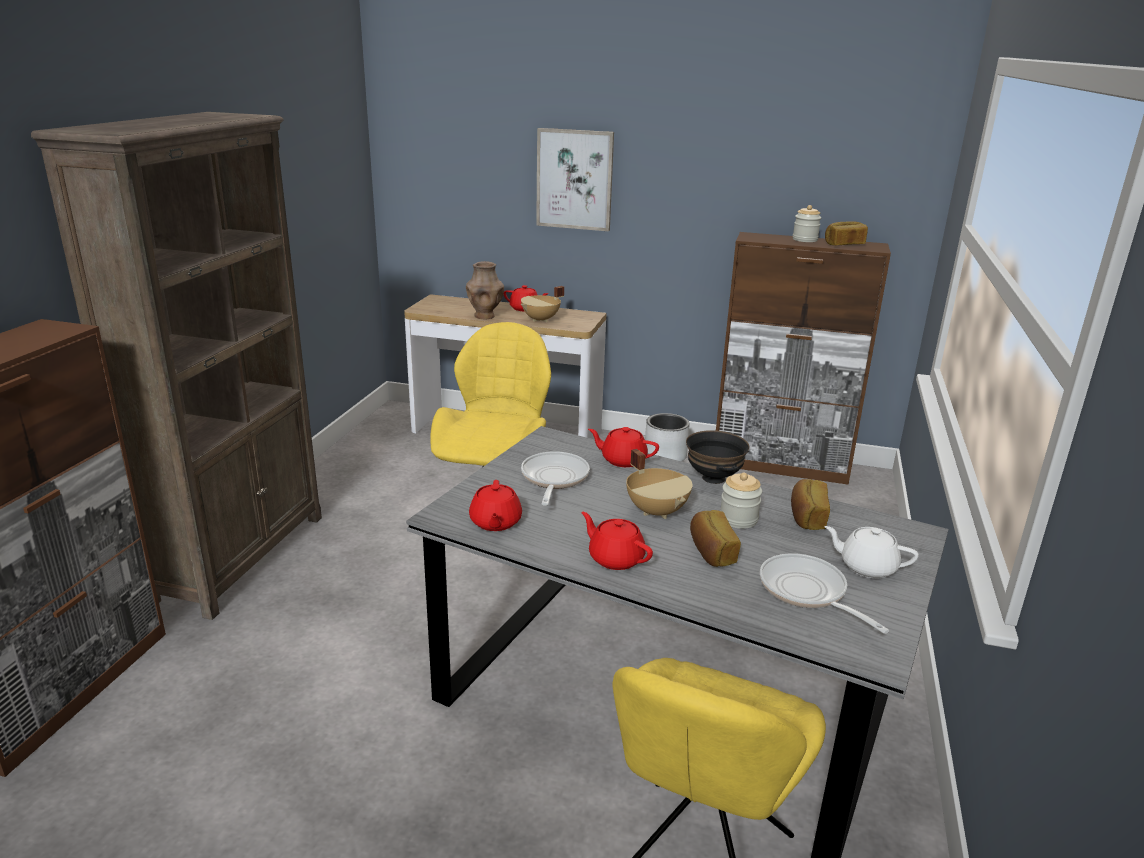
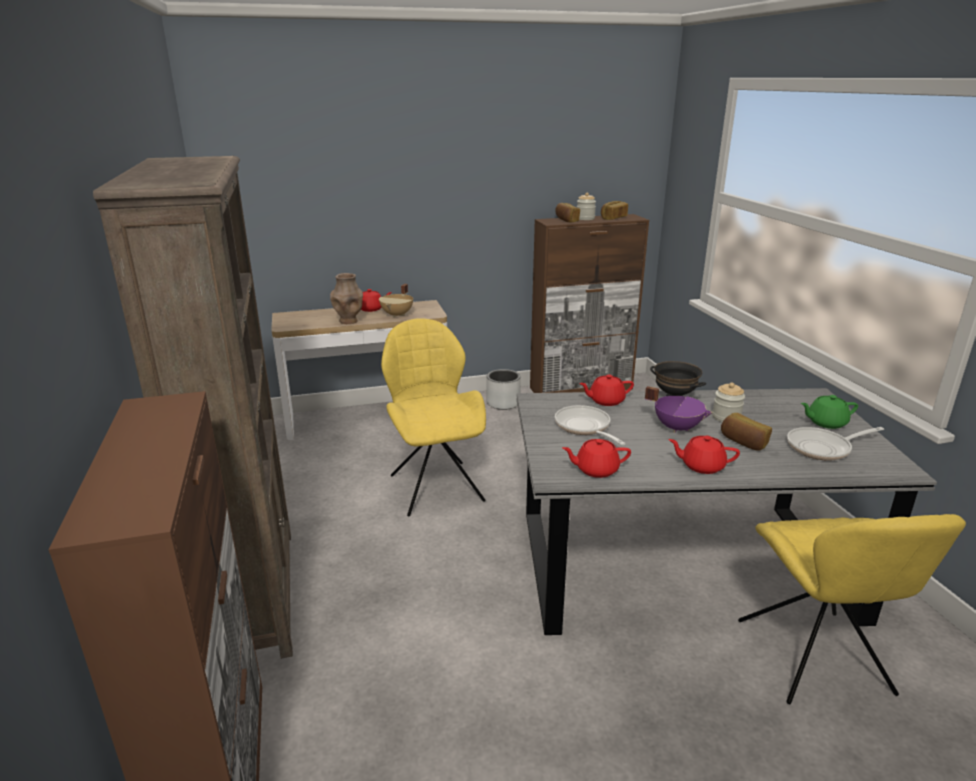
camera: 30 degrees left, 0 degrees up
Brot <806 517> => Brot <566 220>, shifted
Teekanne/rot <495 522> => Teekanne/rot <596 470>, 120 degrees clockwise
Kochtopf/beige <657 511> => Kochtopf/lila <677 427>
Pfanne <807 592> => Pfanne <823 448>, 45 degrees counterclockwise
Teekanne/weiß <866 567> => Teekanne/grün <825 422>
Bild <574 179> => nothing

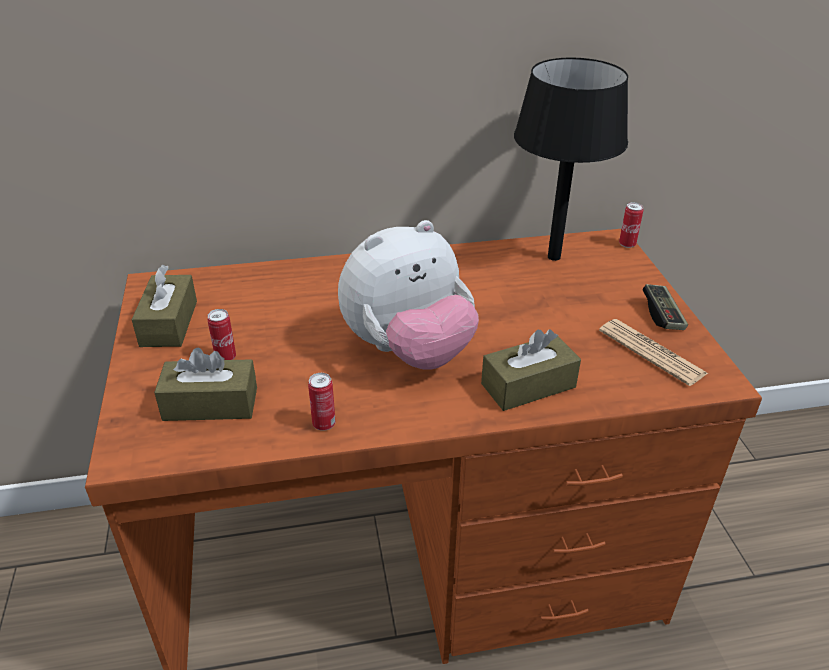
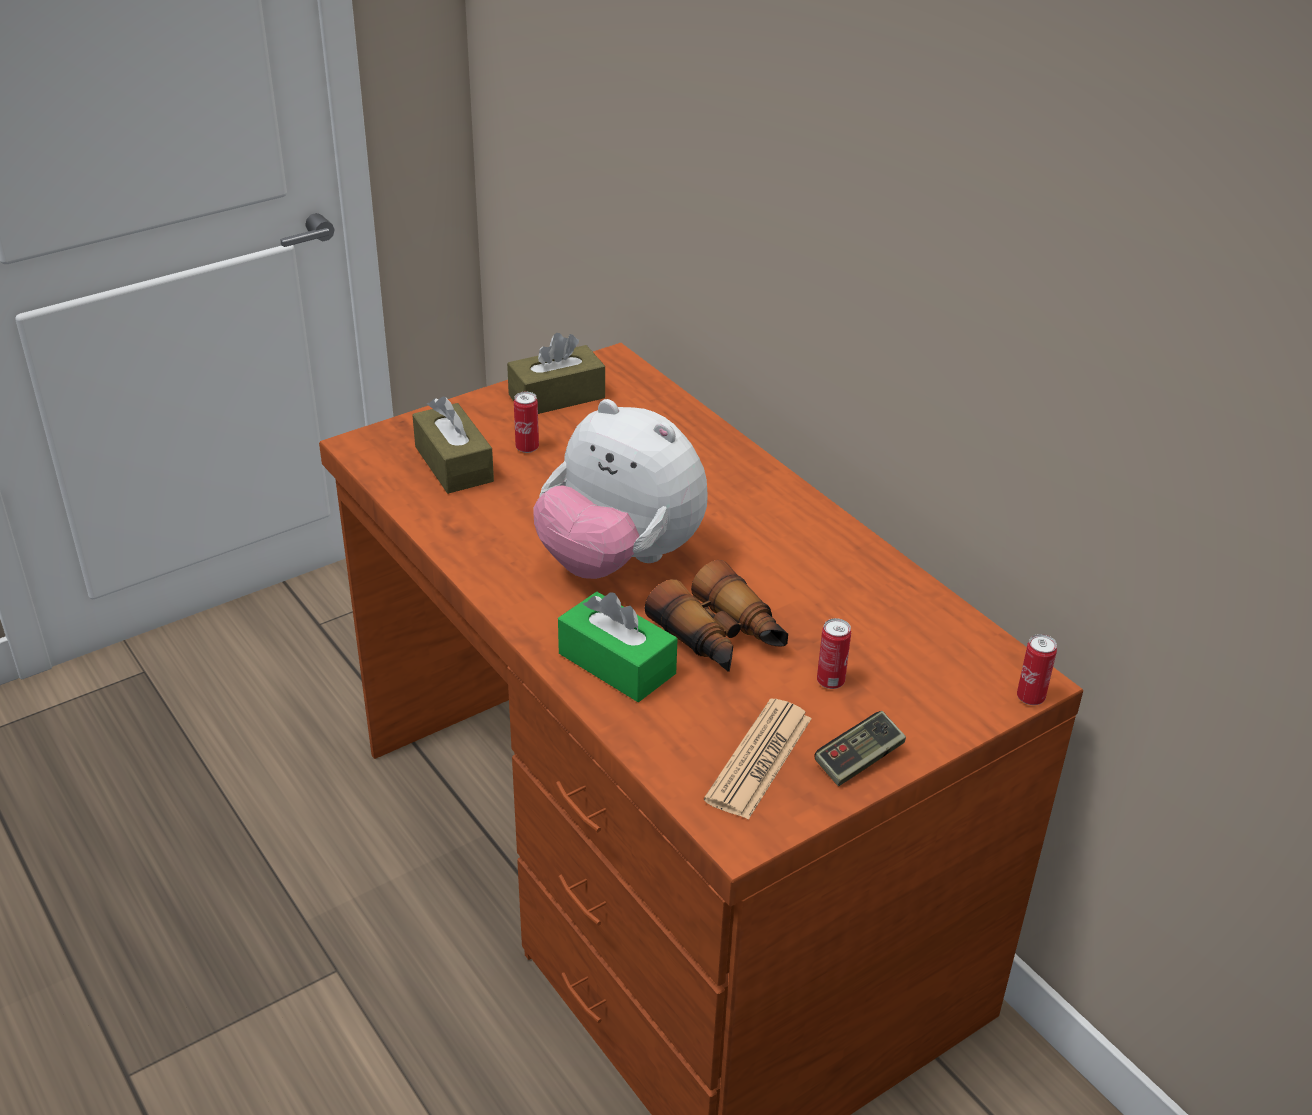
camera: 65 degrees right, 0 degrees up
Taschentuchbox/braun <528 385> => Taschentuchbox/grün <617 663>
nothing => Fernglas <720 638>
Dose <324 424> => Dose <830 681>, shifted
Tischlampe/schwarz <554 257> => nothing

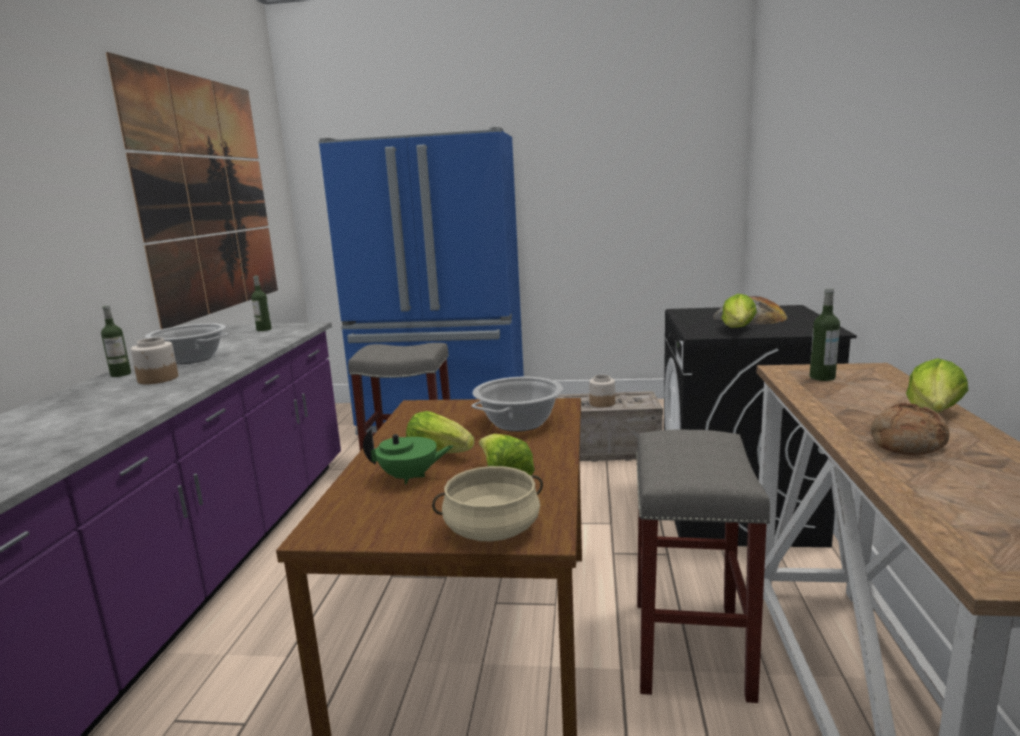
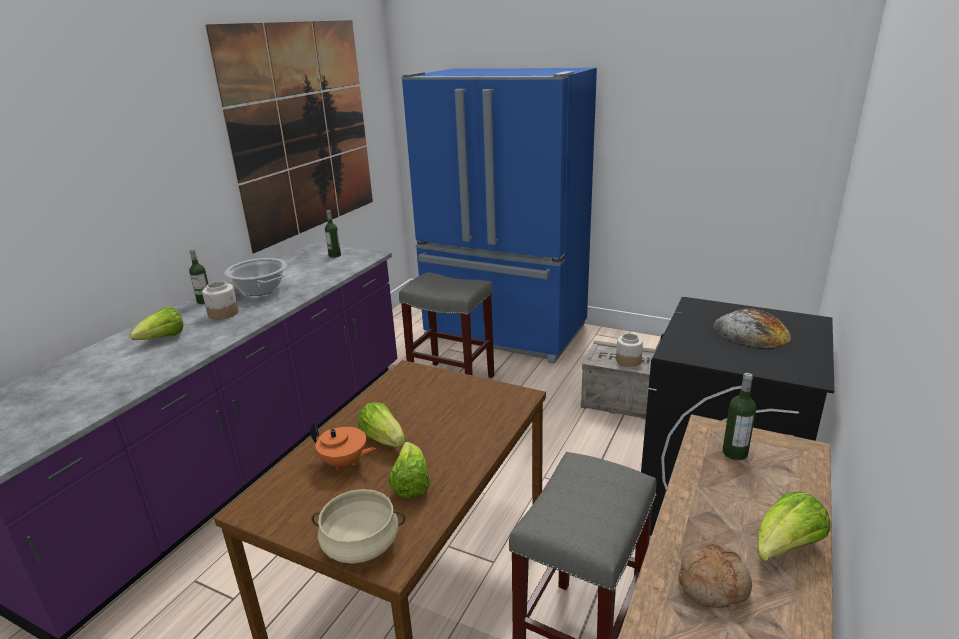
camera: 20 degrees right, 10 degrees up
Salatkopf <738 330> => Salatkopf <163 339>, shifted
Teekanne/grün <409 477> => Teekanne/orange <344 462>
Kochtopf <519 423> => nothing

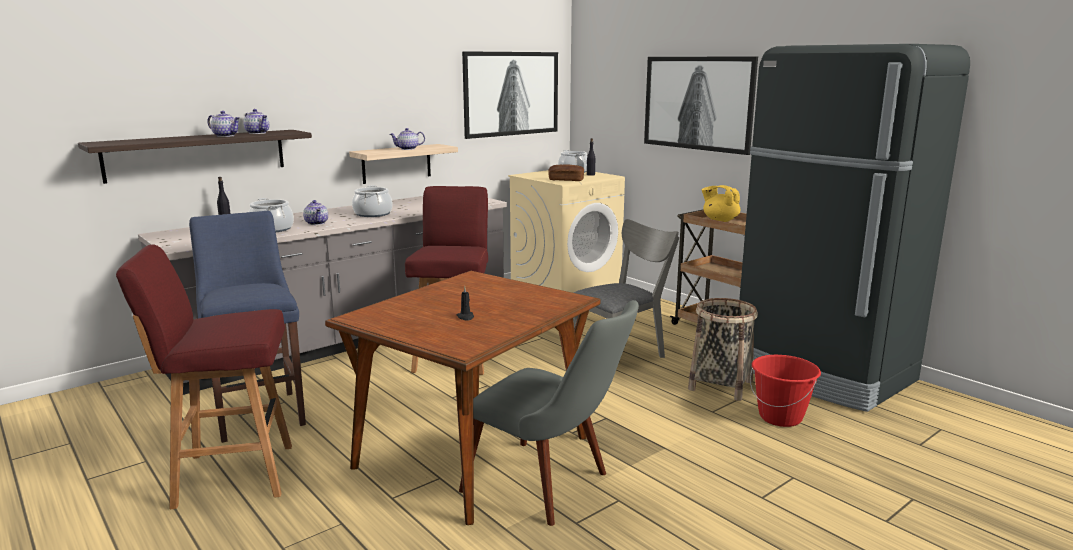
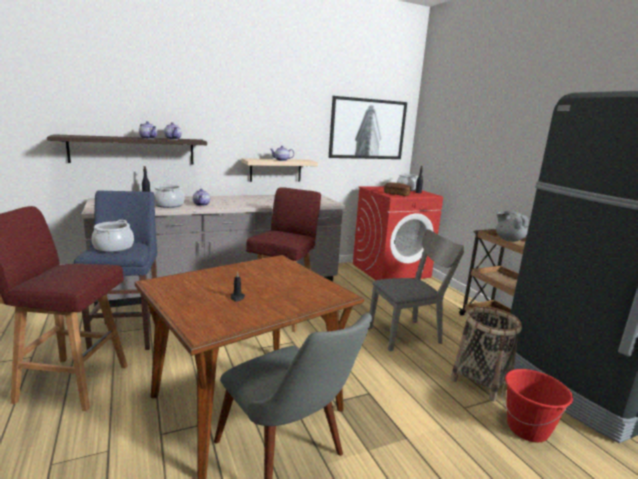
camera: 15 degrees right, 0 degrees up
Kochtopf <373 214> => Kochtopf <114 248>, shifted
Waschmaschine/beige <565 286> => Waschmaschine/rot <391 270>
Teekanne/gelb <720 220> => Teekanne/grau <509 240>
Bild <697 103> => nothing

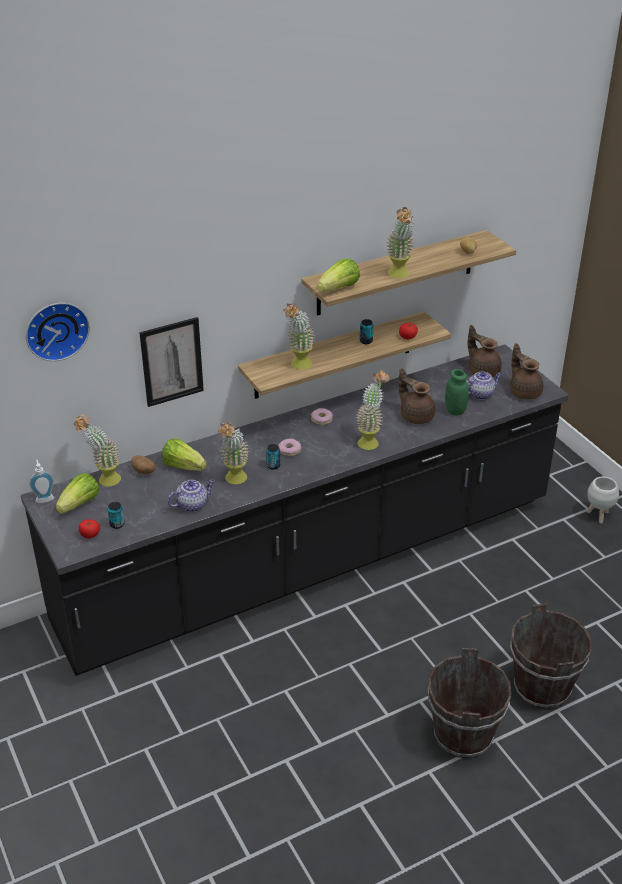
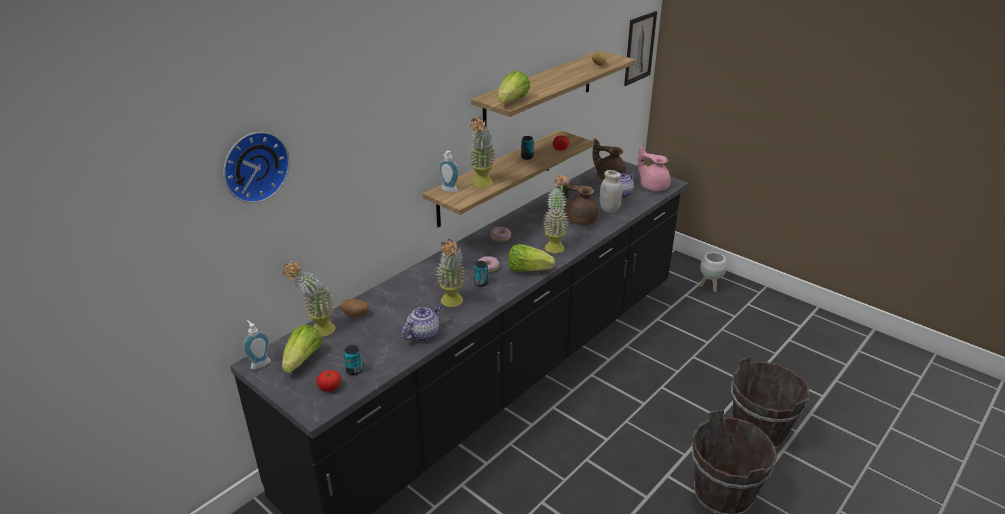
camera: 20 degrees left, 5 degrees down
nothing => Seifenspender <448 191>
Salatkopf <183 466> => Salatkopf <528 270>, shifted
Vorratsglas/grün <455 411> => Vorratsglas/weiß <609 209>
Bild <172 361> => Bild <639 48>, shifted
Teekanne/braun <524 391> => Teekanne/rosa <653 186>
Topfpflanze <399 276> => nothing

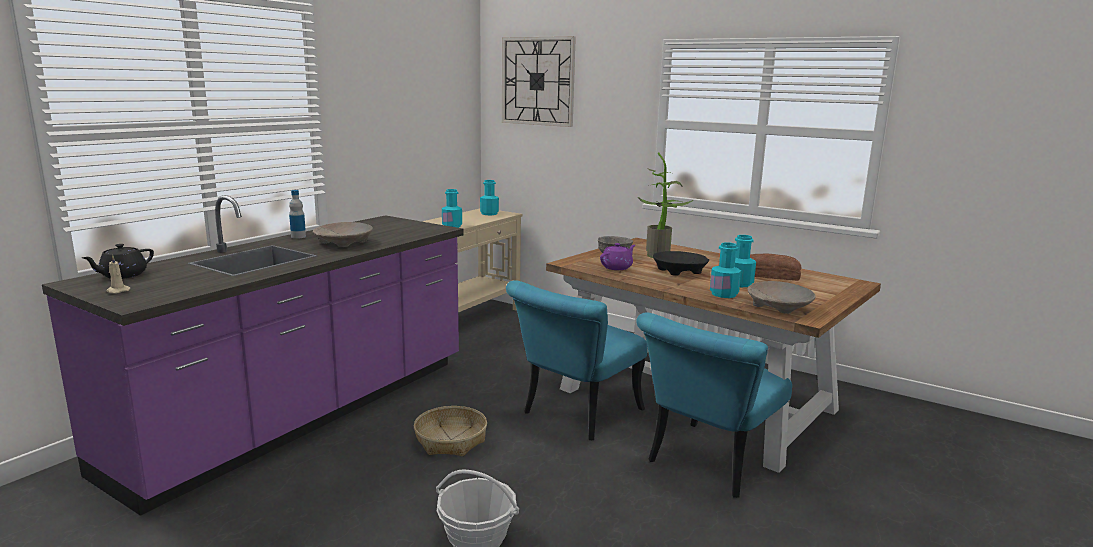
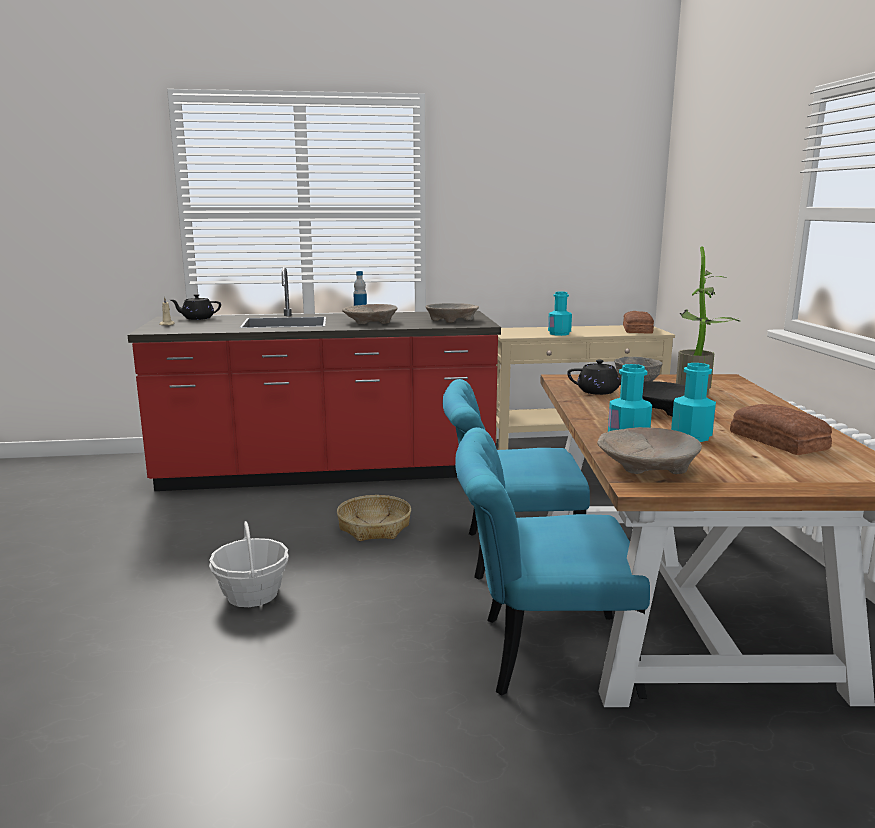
camera: 50 degrees right, 0 degrees up
Küchenzeile/lila <303 413> => Küchenzeile/rot <327 472>
nothing => Schüssel/beige <451 320>
Teekanne/lila <617 267> => Teekanne/schwarz <599 391>
Flasche/türkis <489 213> => Brot <636 330>
Wanduhr <537 81> => nothing

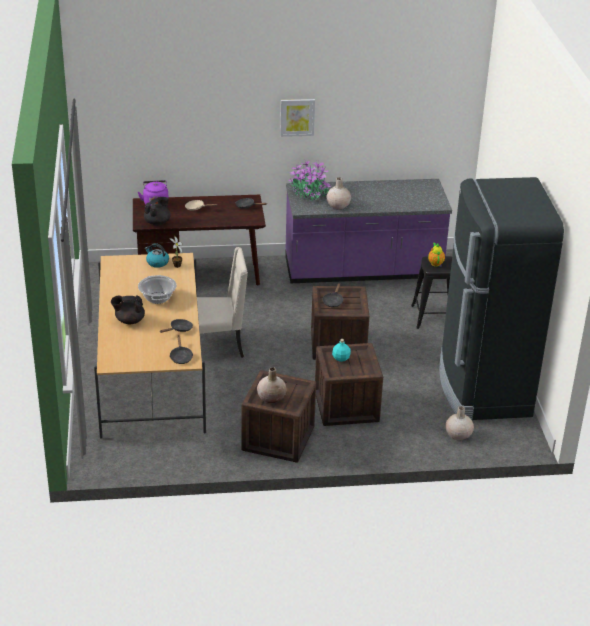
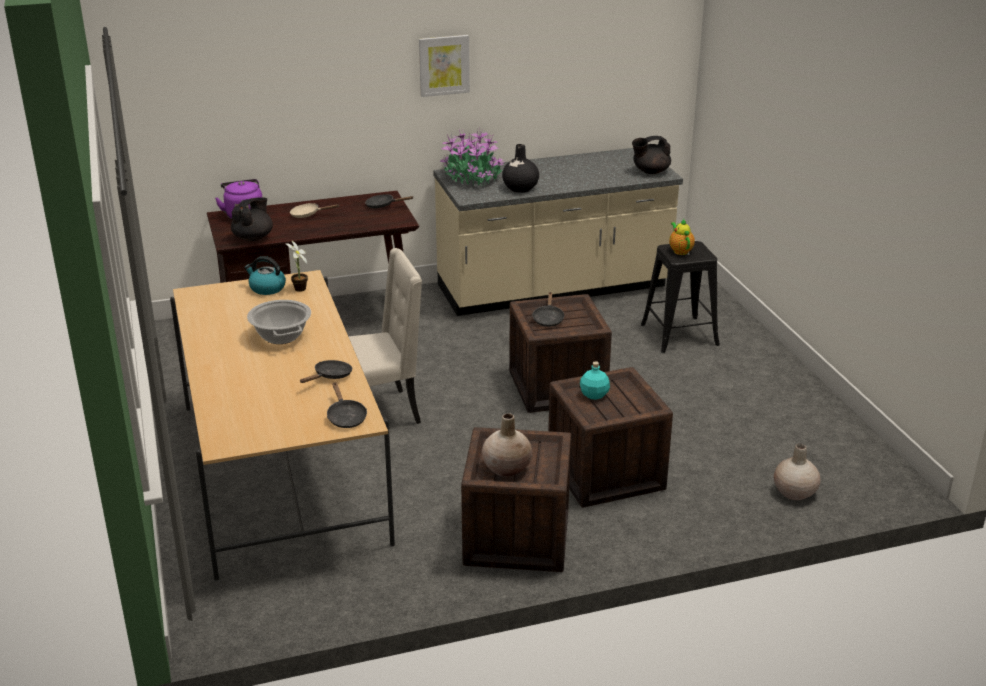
camera: 10 degrees left, 5 degrees down
Küchenzeile/lila <363 270> => Küchenzeile/beige <554 288>
Vase/beige <338 205> => Vase/schwarz <520 188>
Teekanne/schwarz <129 320> => Teekanne/schwarz <650 171>, shifted
Kühlschrank/schwarz <483 389> => nothing

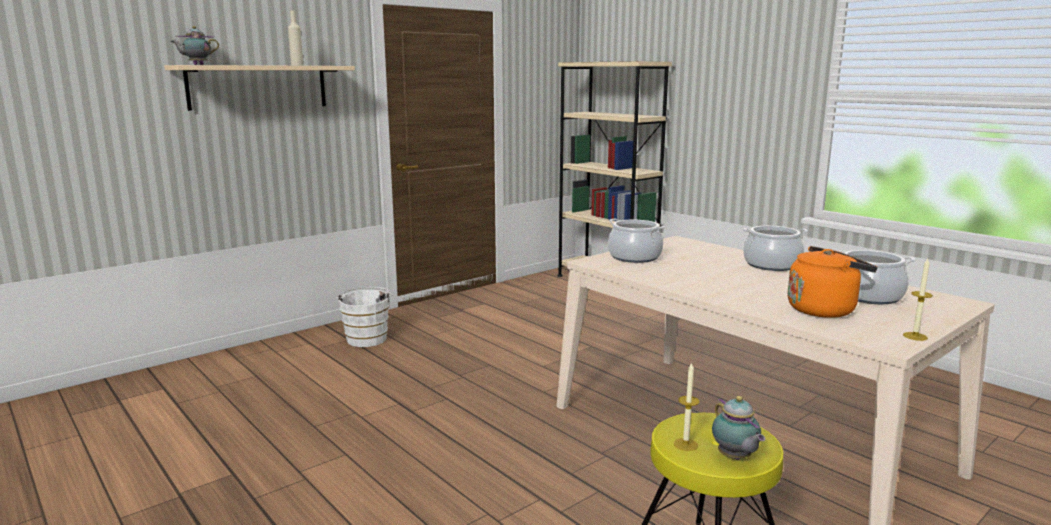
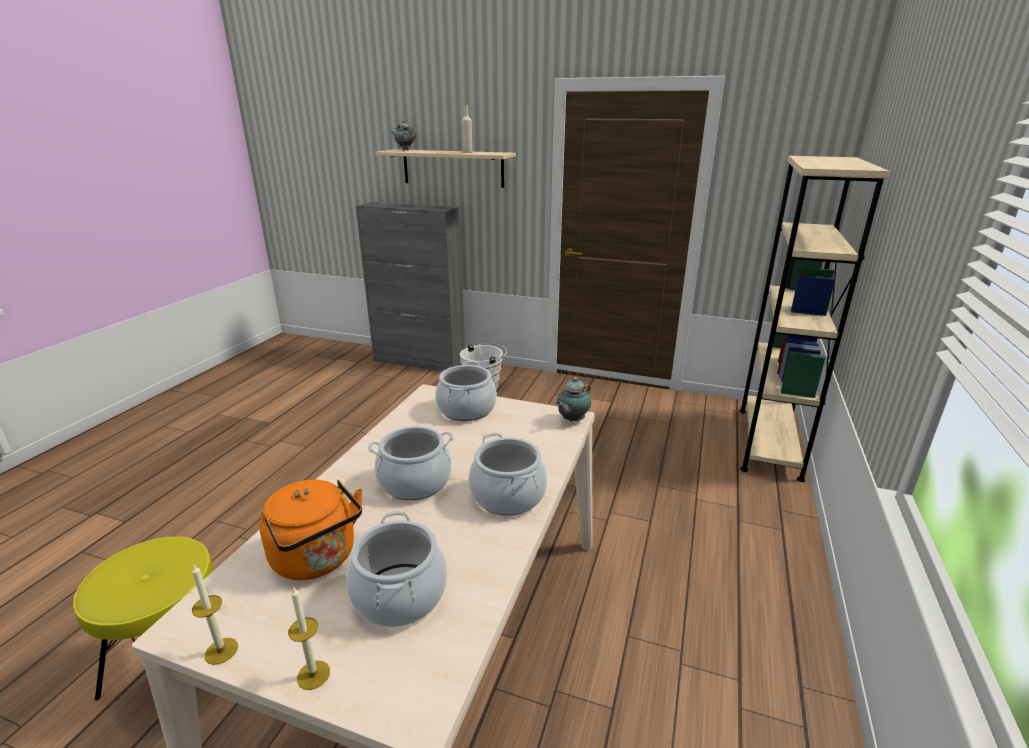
camera: 60 degrees right, 10 degrees up
Kerze <685 444> => Kerze <313 675>, shifted
nothing => Schrank/grau <419 361>
nothing => Kochtopf <414 481>
Teekanne <735 458> => Teekanne <571 420>, shifted

